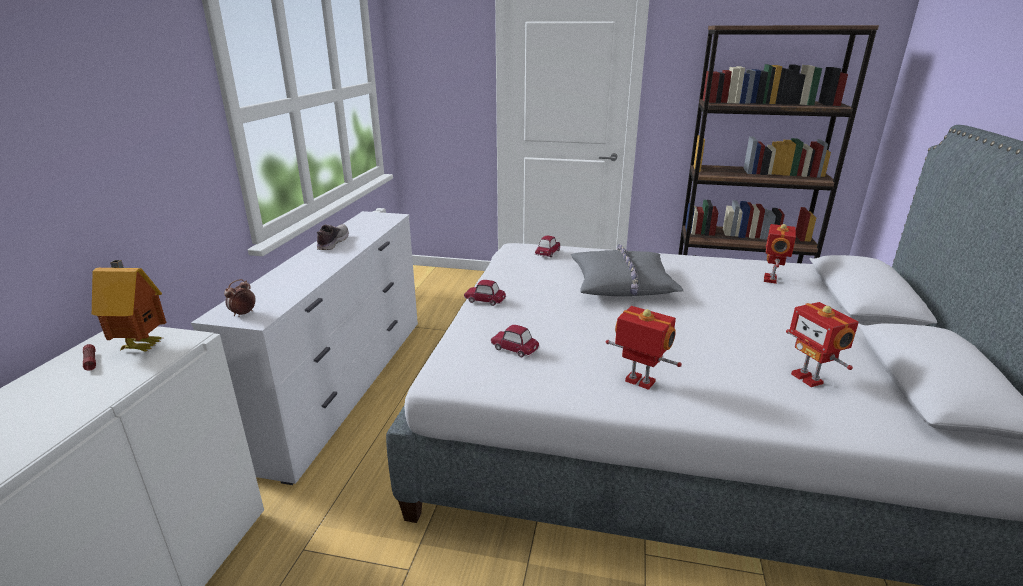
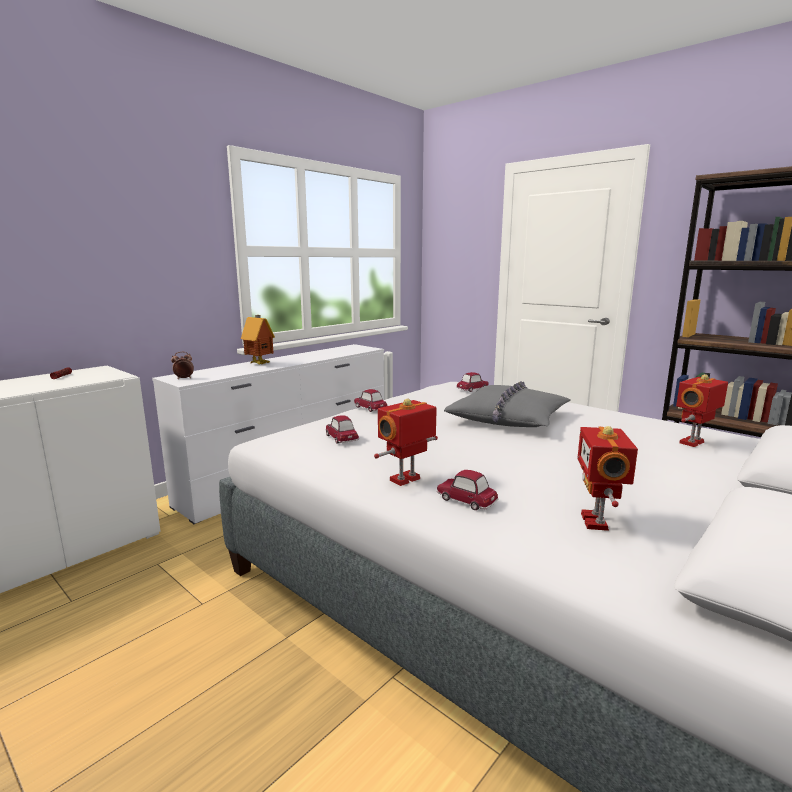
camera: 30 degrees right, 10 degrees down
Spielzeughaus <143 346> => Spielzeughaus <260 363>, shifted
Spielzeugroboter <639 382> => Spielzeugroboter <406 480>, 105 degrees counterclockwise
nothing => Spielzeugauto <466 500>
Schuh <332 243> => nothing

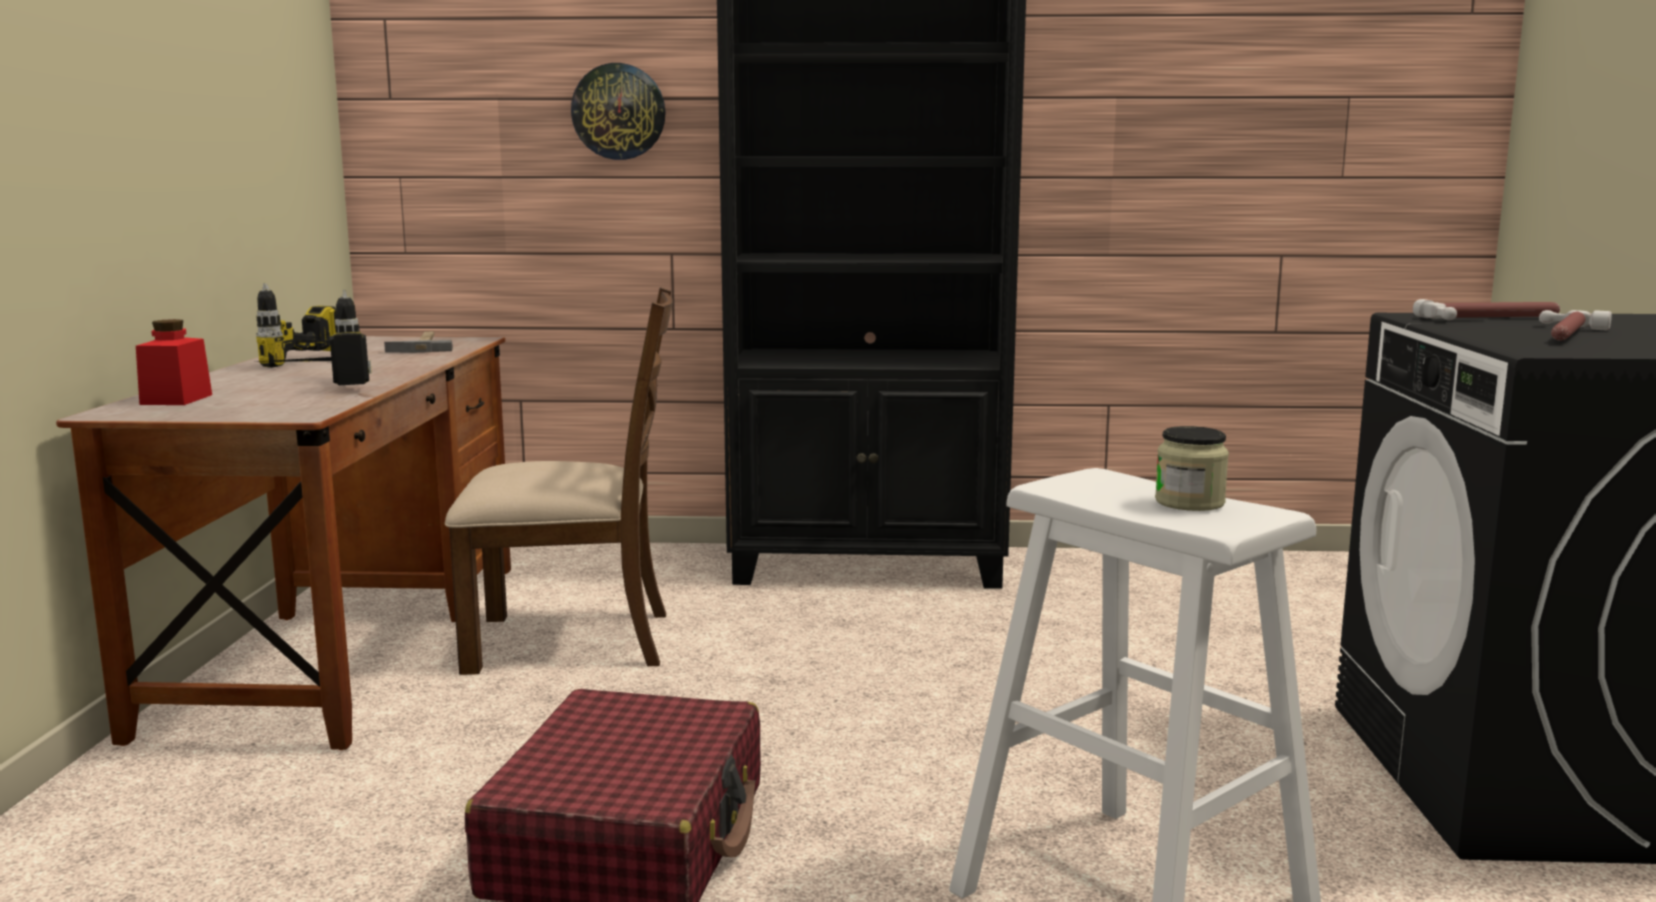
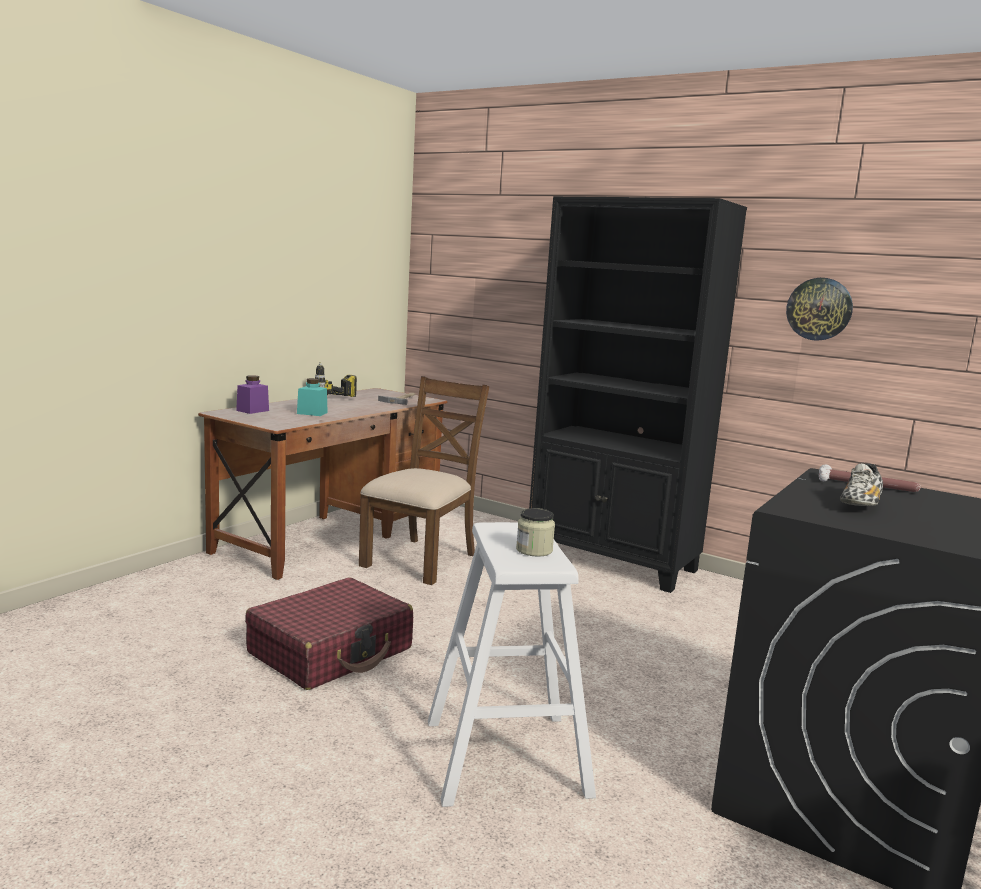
camera: 30 degrees right, 0 degrees up
Vorratsglas/rot <176 399> => Vorratsglas/lila <252 410>
Bohrmaschine <314 386> => Vorratsglas/türkis <312 413>
Stuhl/braun <573 641> => Stuhl/braun <421 560>, 90 degrees counterclockwise
Wanduhr <619 111> => Wanduhr <819 309>, shifted
Hammer <1564 335> => Schuh <860 504>

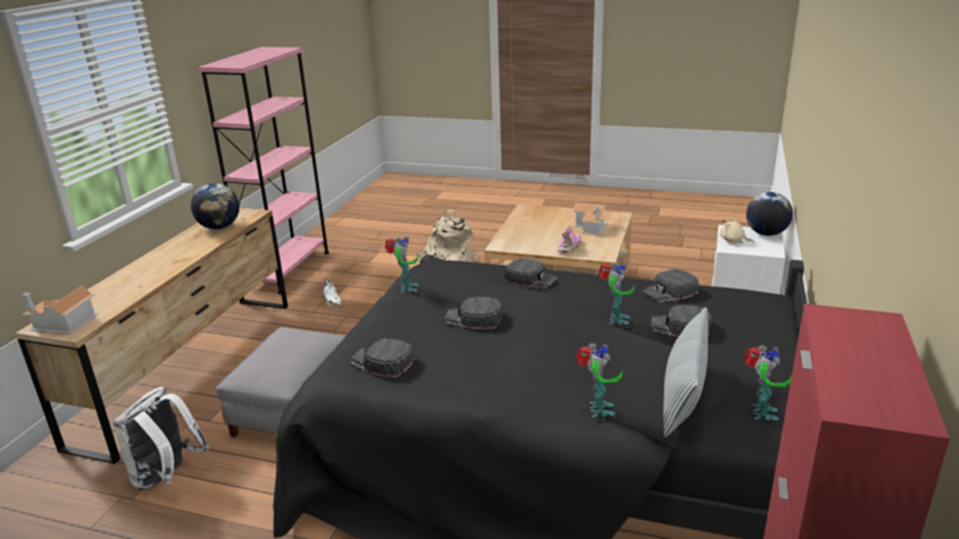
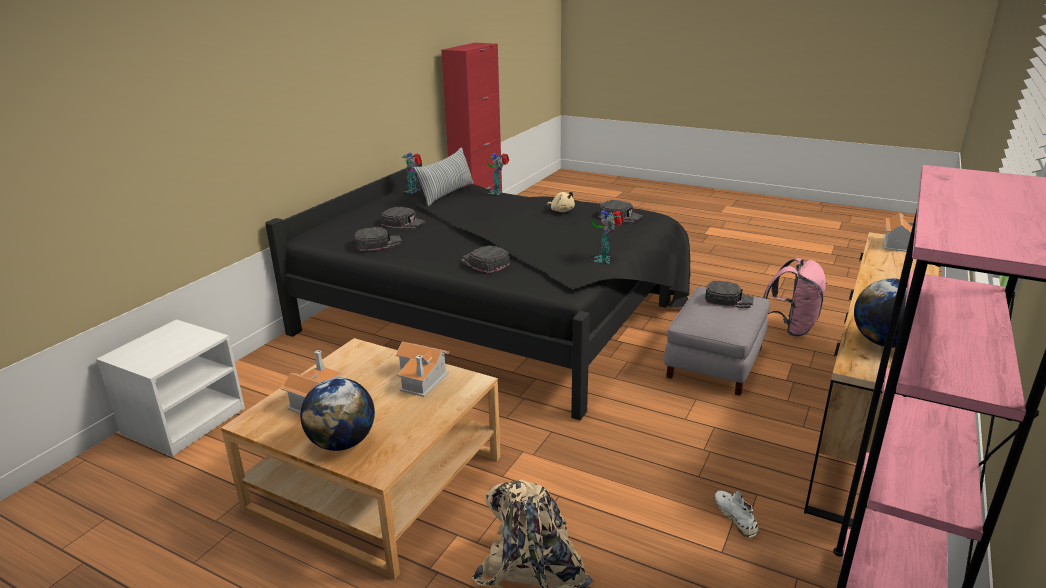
camera: 170 degrees left, 0 degrees up
Globus <766 233> => Globus <342 443>, shifted
nothing => Spielzeughaus <422 379>
Plüschtier/beige <733 241> => Plüschtier/beige <561 211>, shifted
Kappe/schwarz <473 318> => Kappe/schwarz <728 299>, shifted
Rucksack/weiß <167 477> => Rucksack/rosa <791 328>
Schuh/rosa <570 247> => nothing
Spielzeugroboter <616 319> => nothing

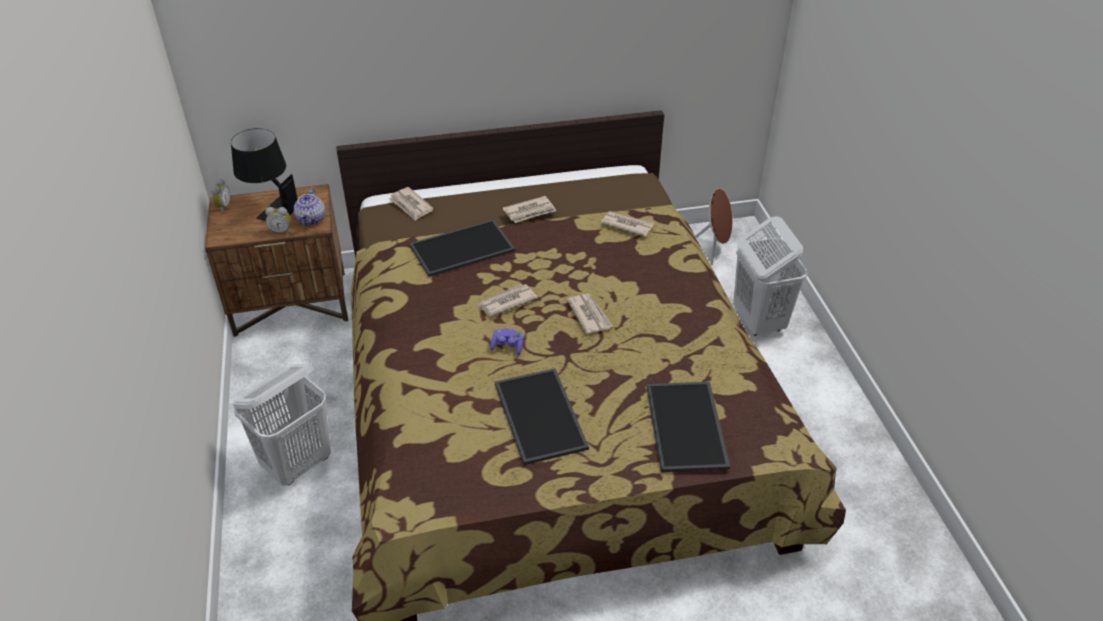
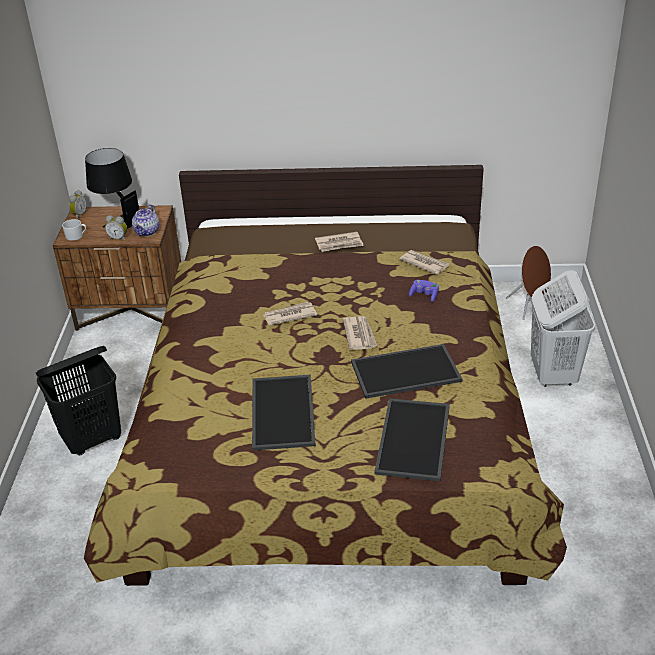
camera: 15 degrees right, 5 degrees down
Wäschekorb/weiß <298 464> => Wäschekorb/schwarz <93 439>
nothing => Henkelbecher/weiß <76 236>
Tablett <462 249> => Tablett <405 373>, shifted
Gamepad/lila <508 347> => Gamepad/lila <424 295>, shifted
Zeitung <411 205> => nothing

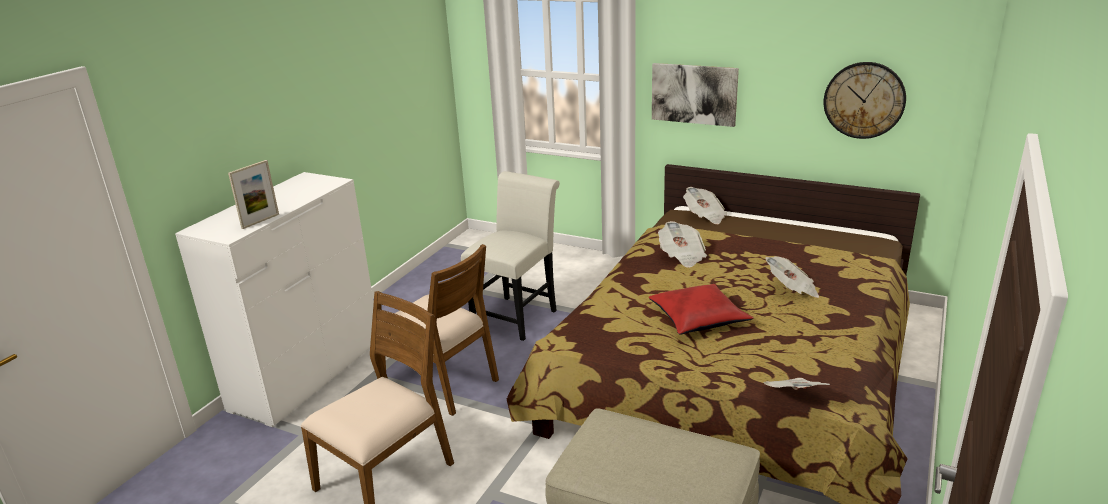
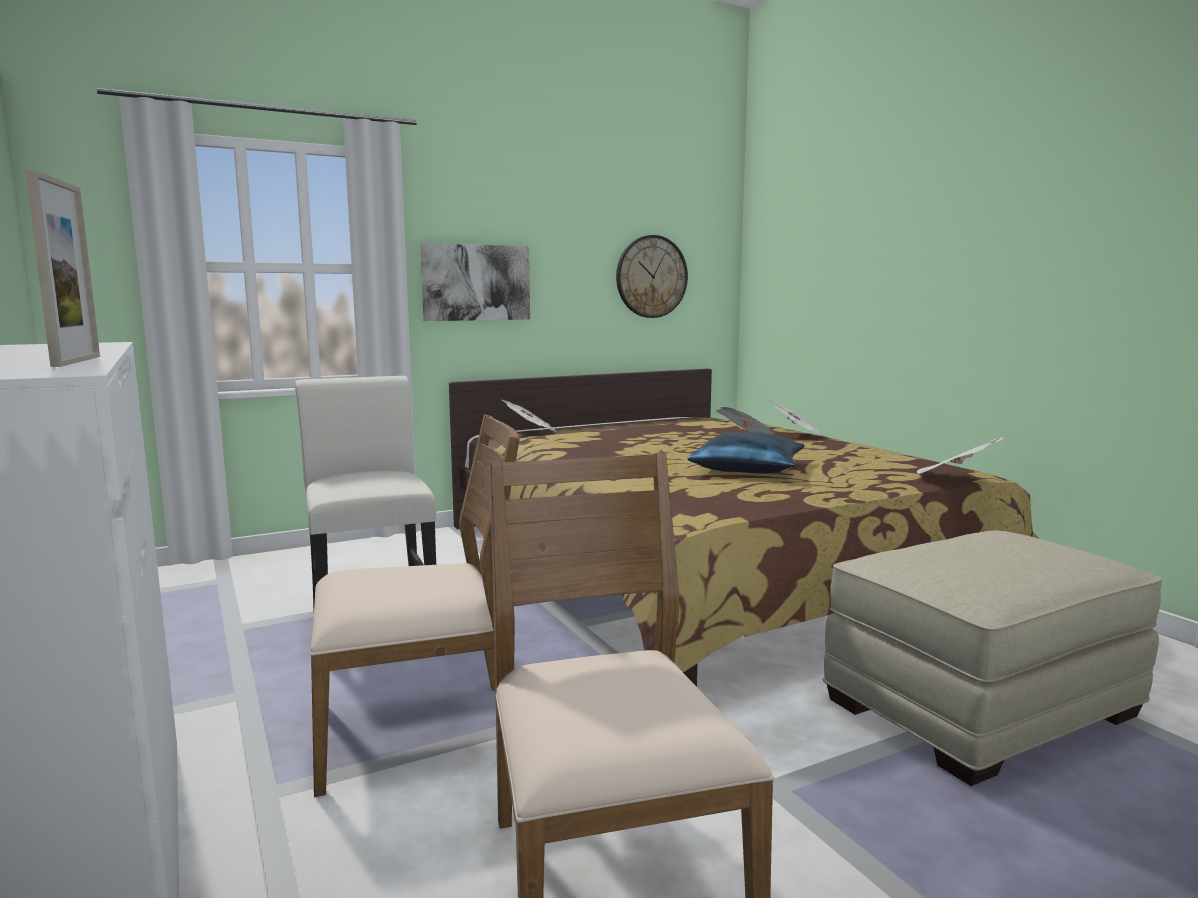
camera: 55 degrees left, 15 degrees down
Kissen/rot <698 318> => Kissen/blau <747 468>
Zeitung <682 256> => Zeitung <797 435>, shifted

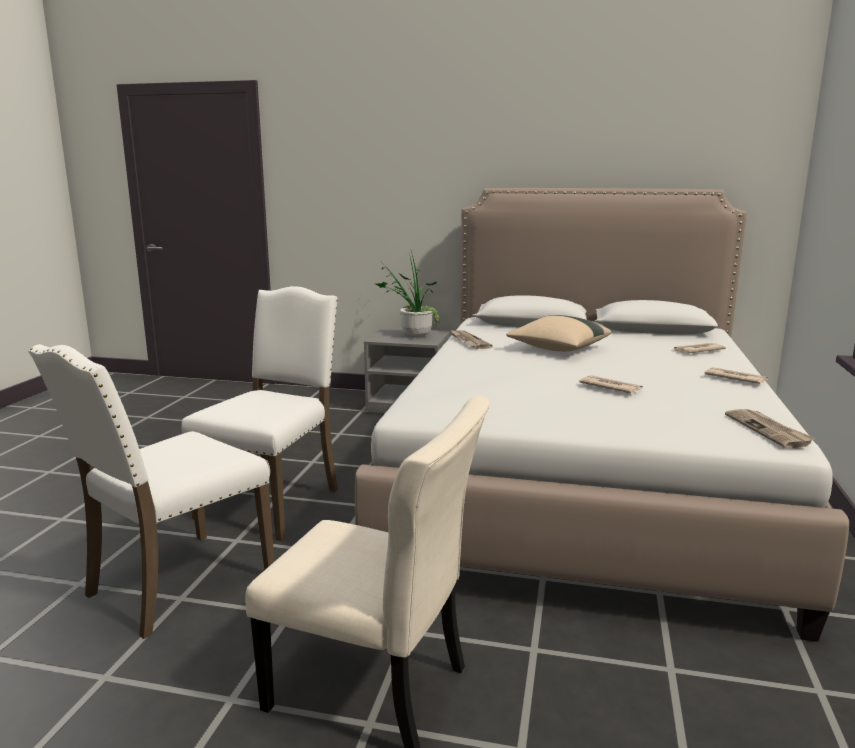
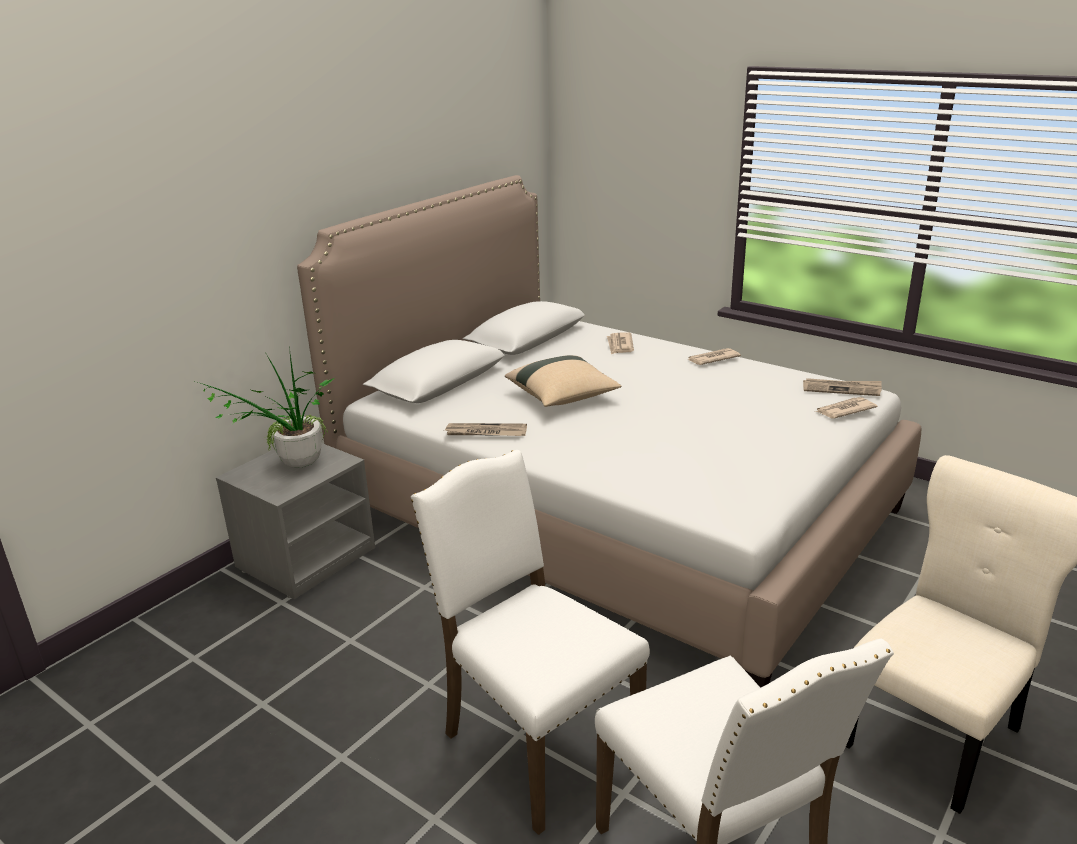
camera: 65 degrees left, 10 degrees up
Zeitung <610 387> => Zeitung <844 410>, shifted

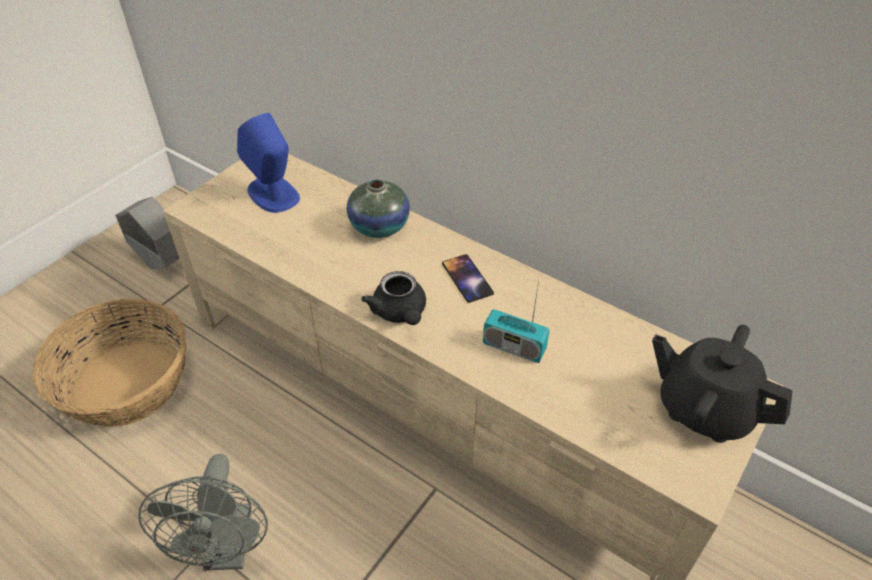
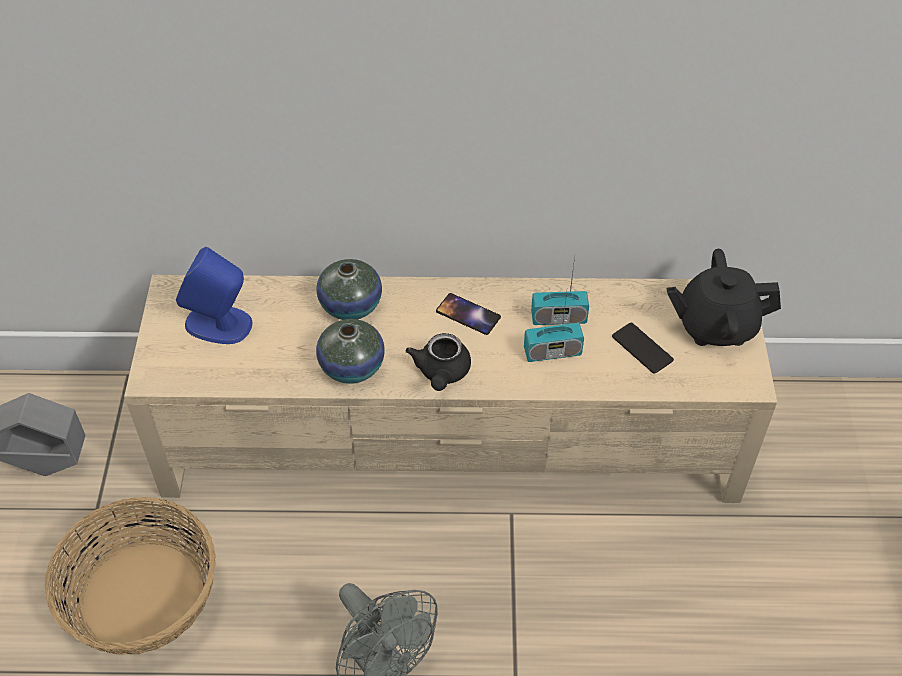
camera: 35 degrees left, 5 degrees up
nothing => Vase <352 366>
Teekanne/schwarz <400 313> => Teekanne/schwarz <441 373>, 60 degrees clockwise
nothing => Radio <558 318>
nothing => Handy <642 348>

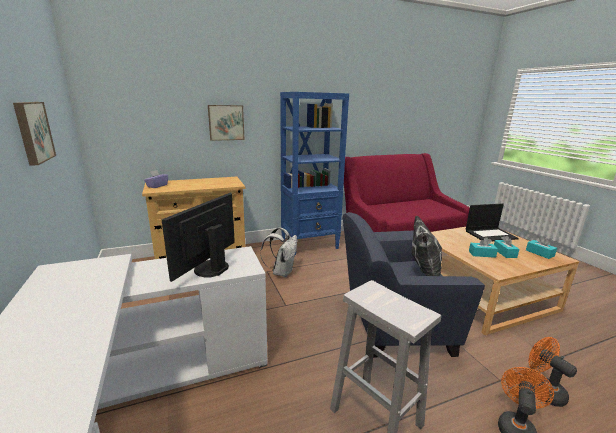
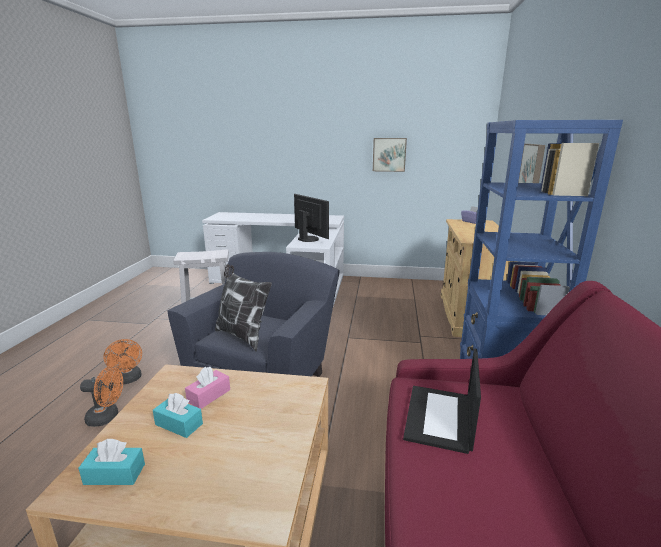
camera: 120 degrees right, 0 degrees up
Taschentuchbox/türkis <482 254> => Taschentuchbox/rosa <209 396>
Laptop <490 234> => Laptop <440 418>, shifted
Rucksack/weiß <282 272> => nothing

